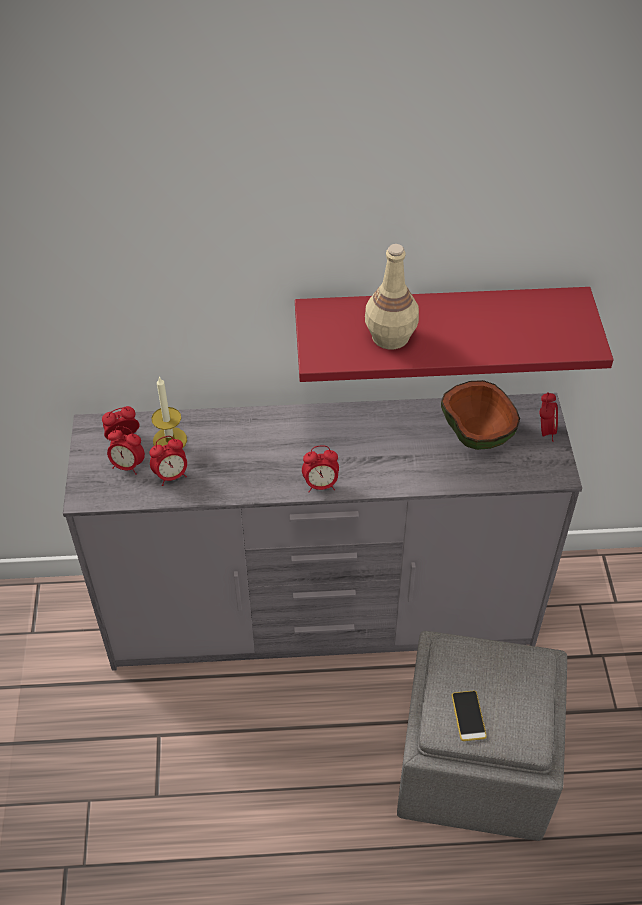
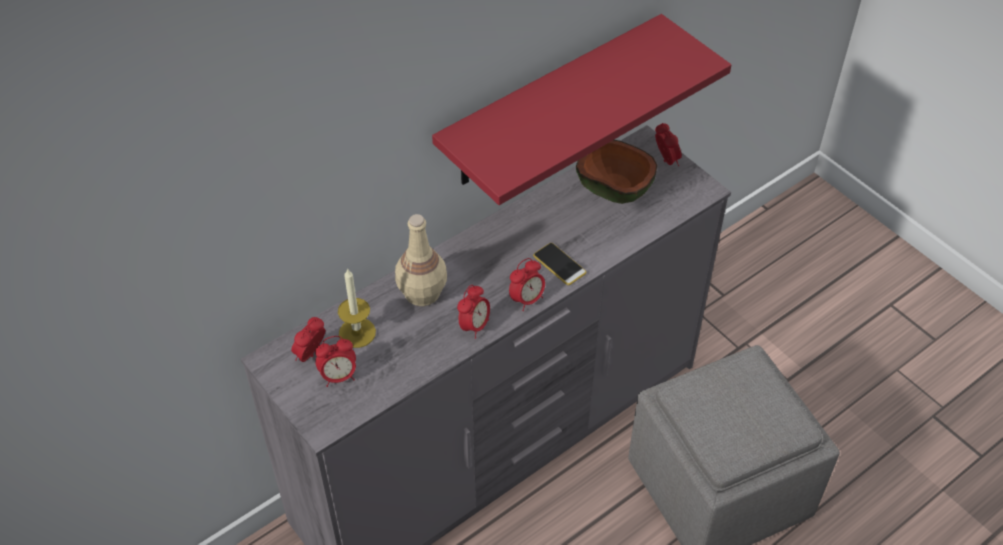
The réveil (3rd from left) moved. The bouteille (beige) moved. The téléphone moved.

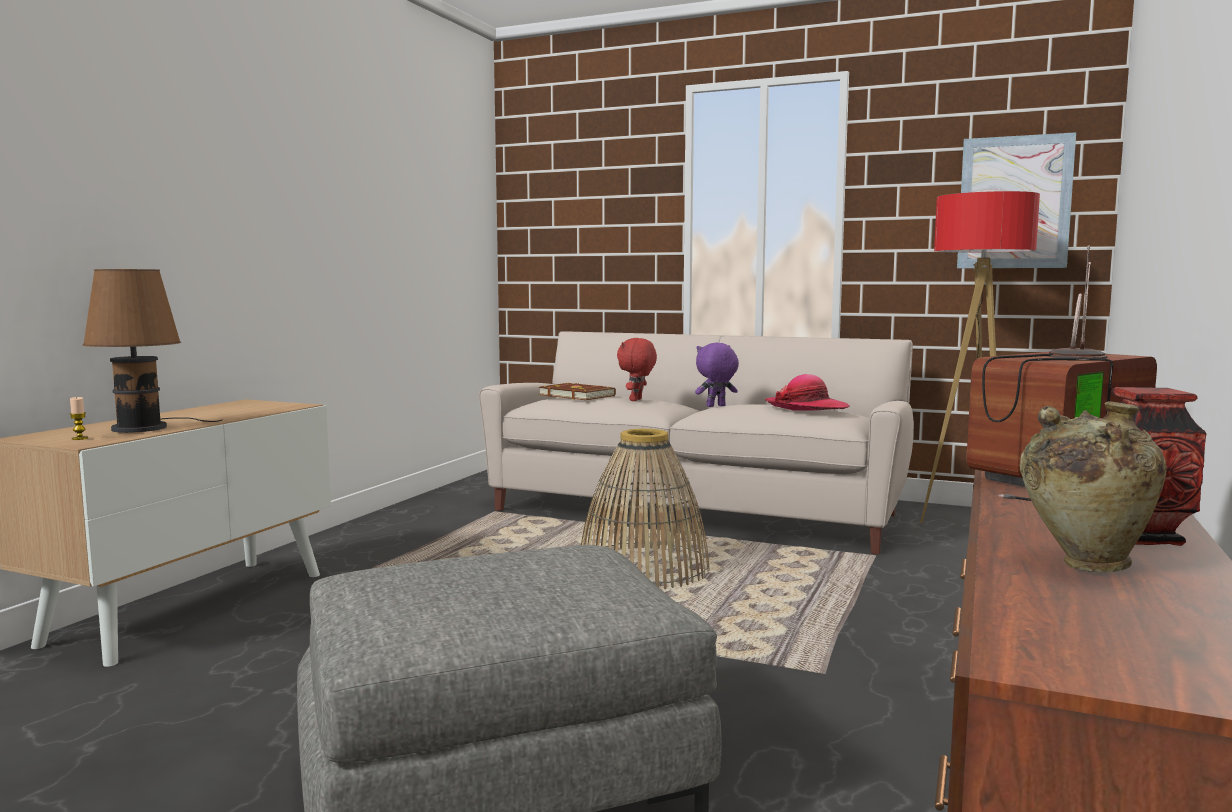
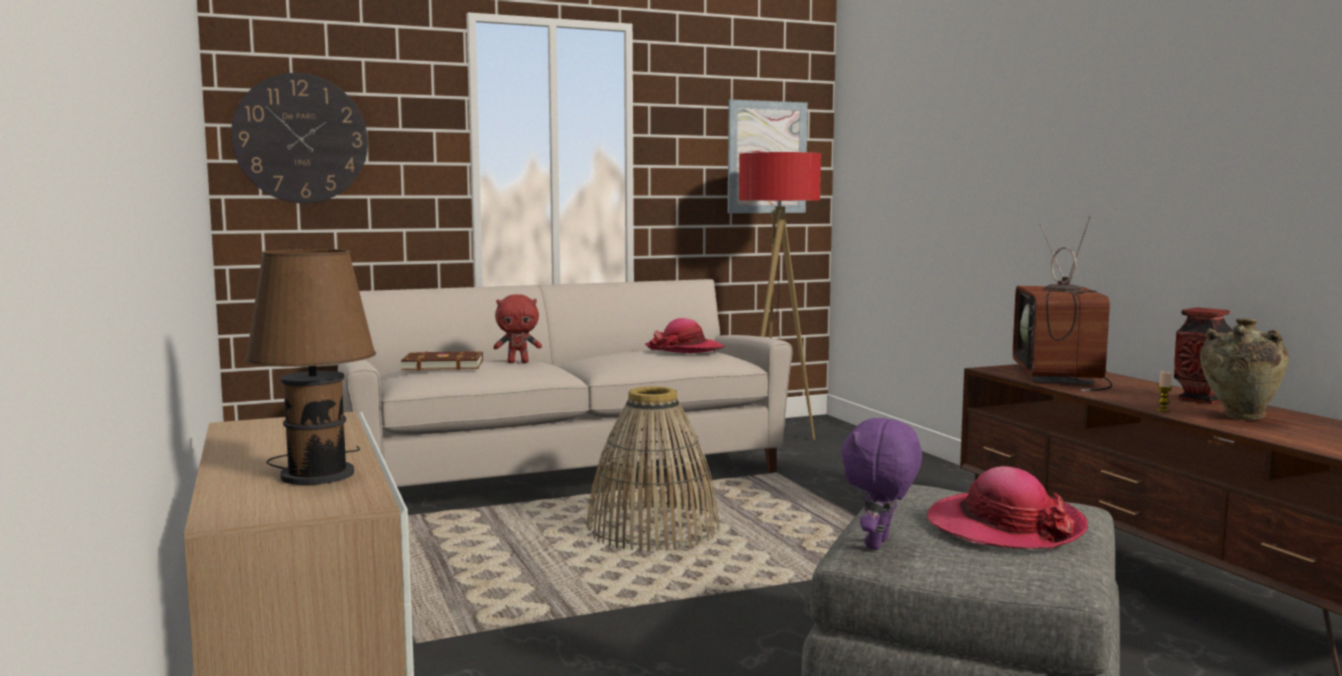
The bougie moved. The peluche (rouge) turned 75 degrees counterclockwise. The peluche (violet) moved. The horloge murale appeared. The chapeau (2nd from left) appeared.

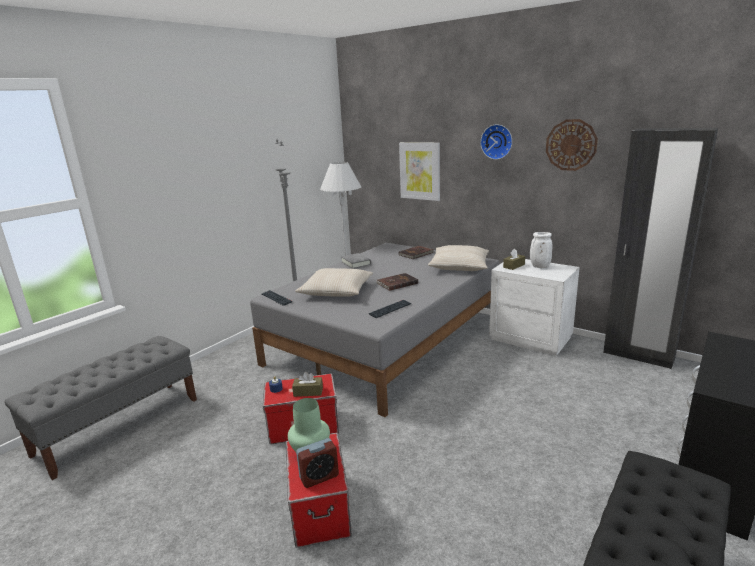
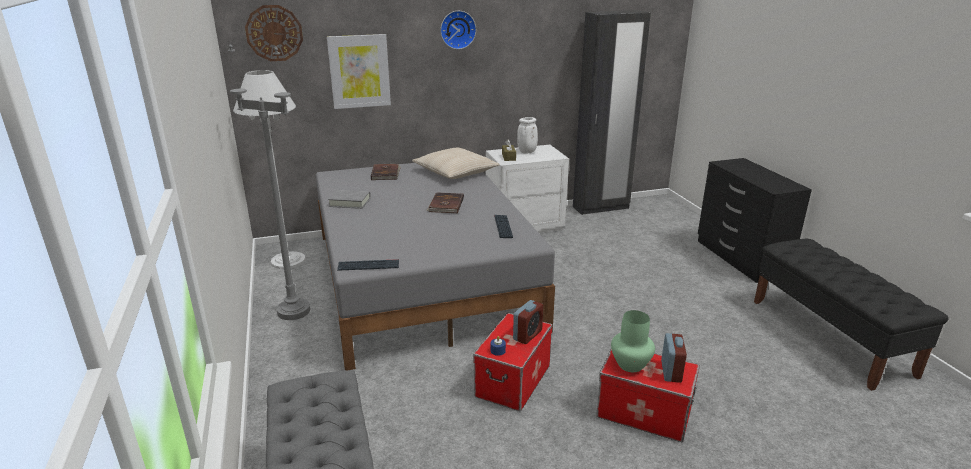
The boîte à mouchoirs (marron) (1st from left) was replaced by the réveil (1st from left). The coussin (beige) (1st from left) disappeared. The horloge murale (2nd from left in the first image) moved.

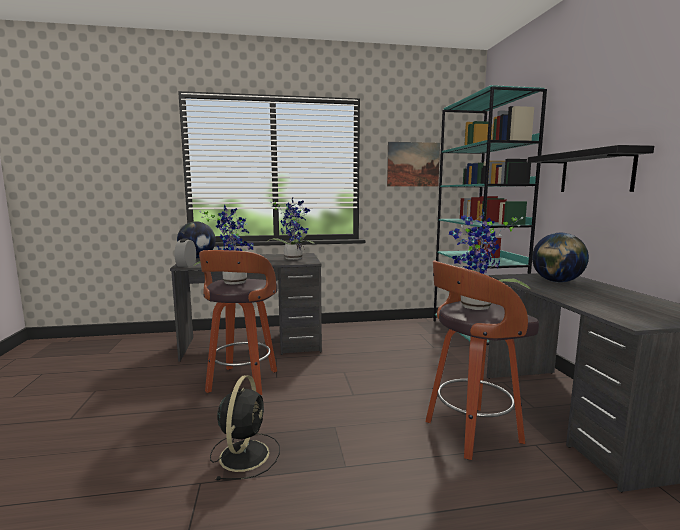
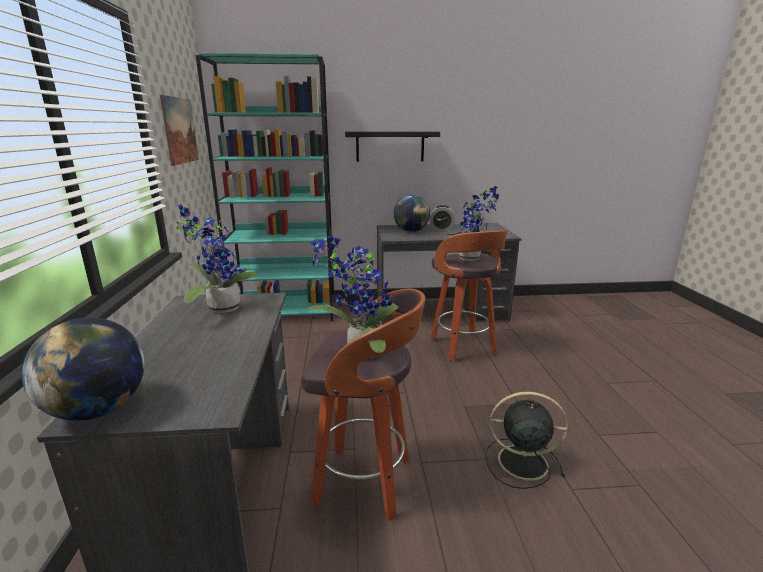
The réveil moved.

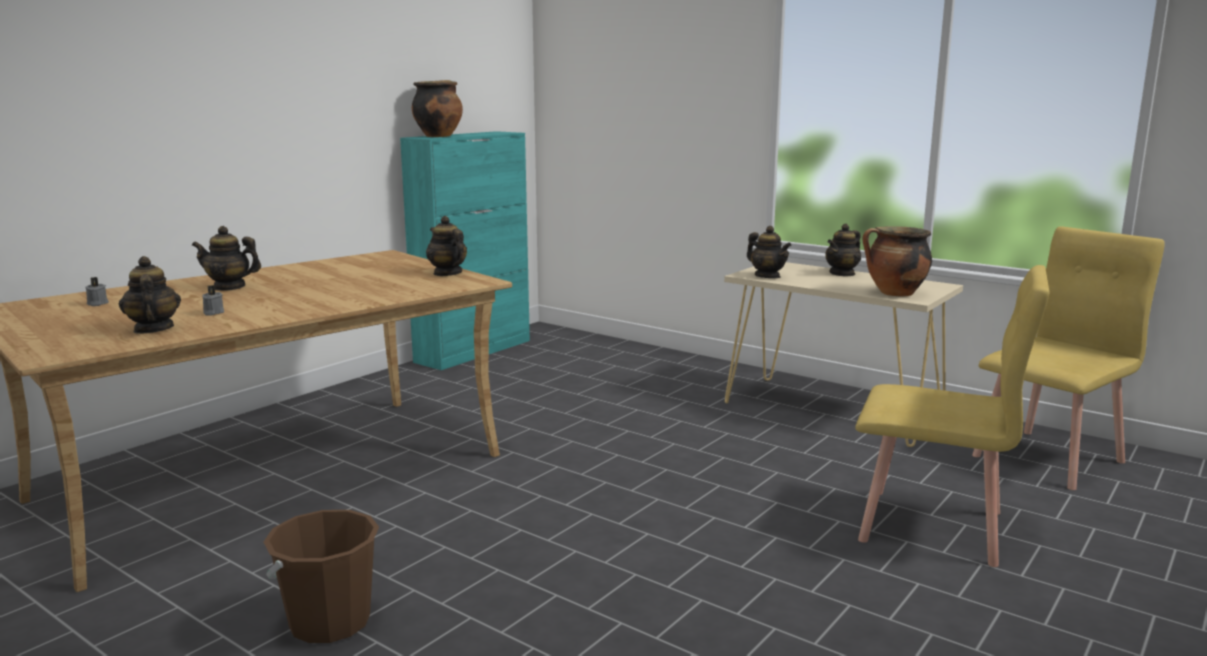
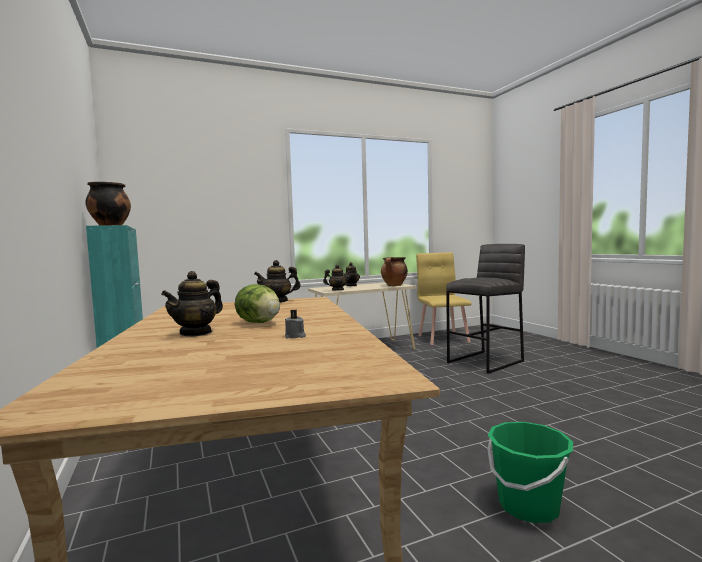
The bougie (gris) (1st from left) disappeared. The théière (1st from left) disappeared. The seau (marron) became the seau (vert). The chaise (jaune) (1st from left) was replaced by the tabouret (gris). The laitue appeared.

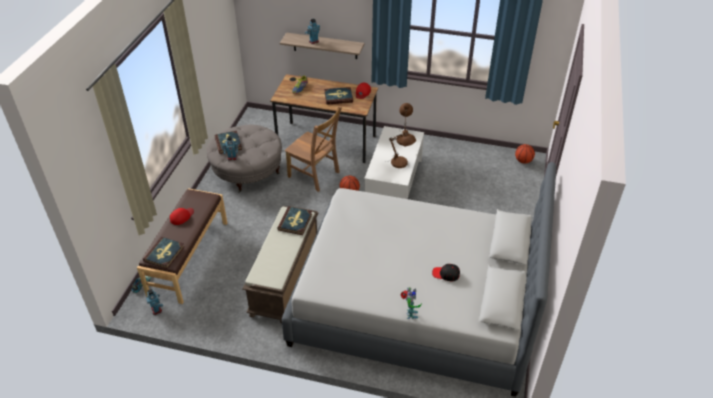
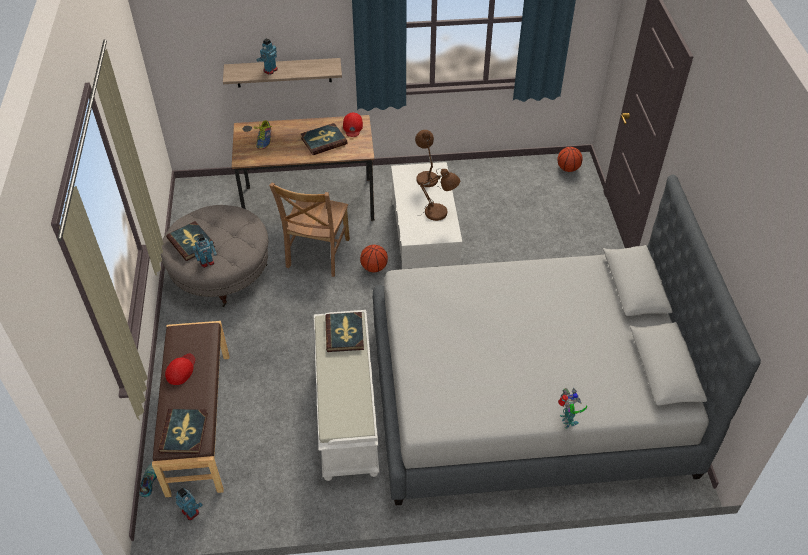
The banc (marron) (2nd from left) became the banc (blanc). The chaise (marron) turned 90 degrees clockwise. The casquette (noir) disappeared.

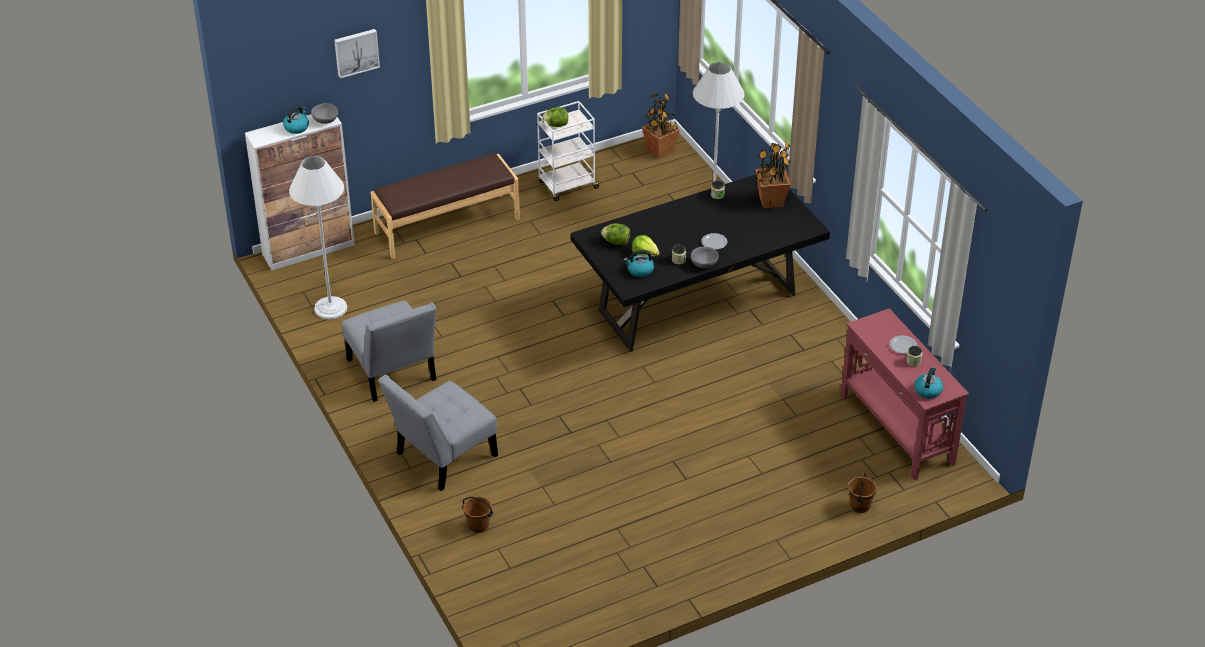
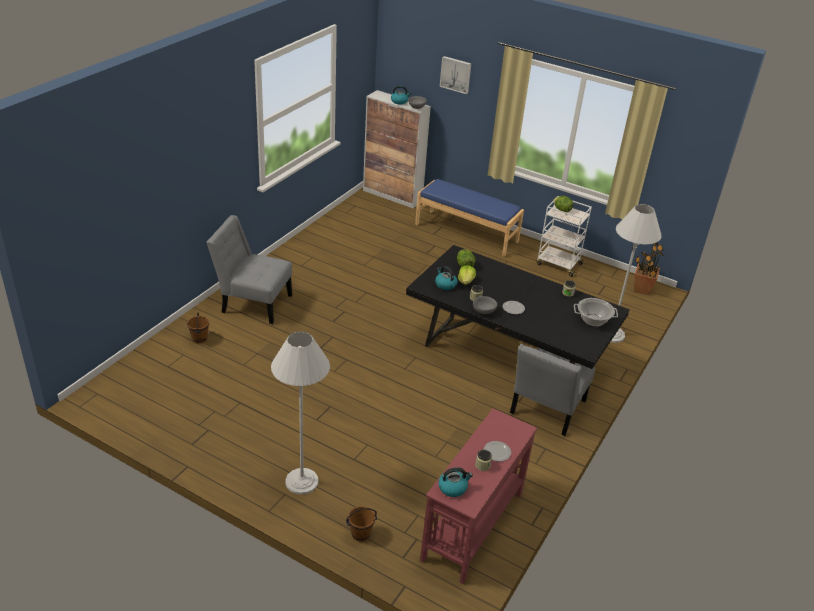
The lampadaire (blanc) (1st from left) moved. The chaise (gris) (1st from left in the first image) moved. The banc (marron) became the banc (bleu). The plante en pot (2nd from left) was replaced by the marmite.

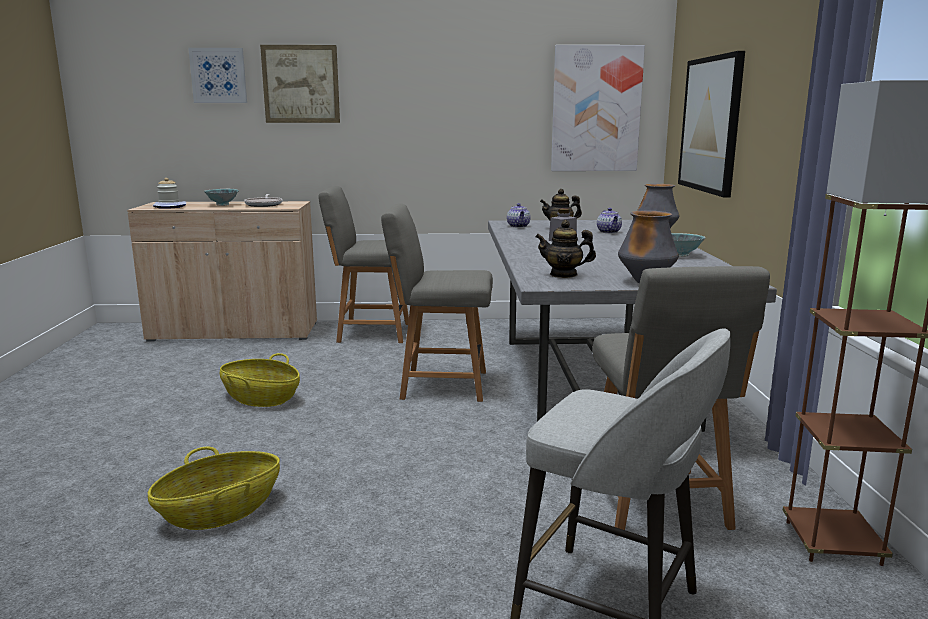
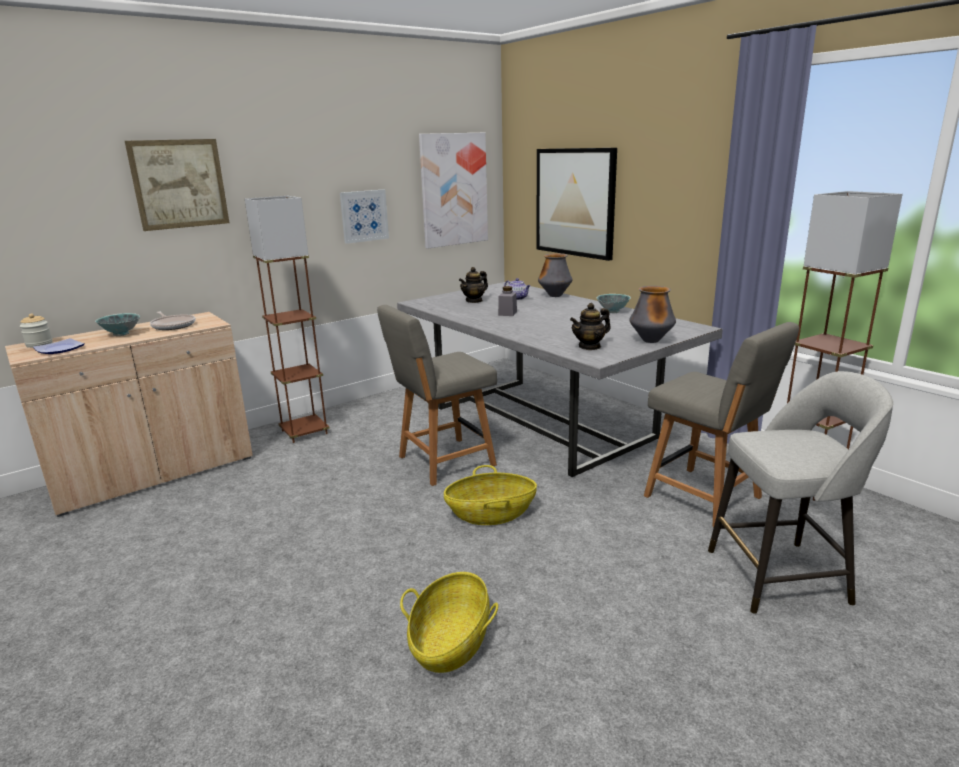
The tableau (1st from left in the first image) moved. The panier (2nd from left) moved. The chaise (gris) (1st from left) was replaced by the lampadaire (marron) (1st from left). The théière (1st from left) disappeared.

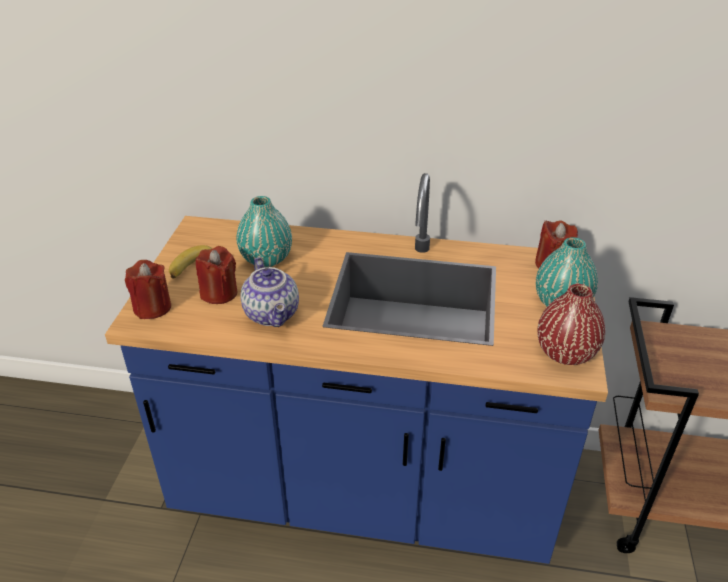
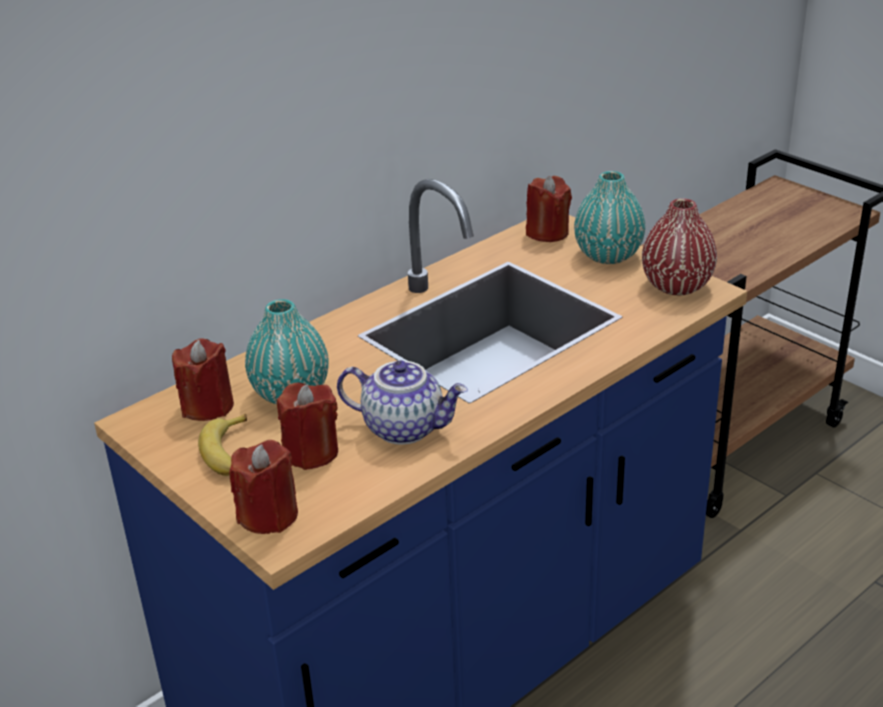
The bougie (rouge) (1st from left) appeared.

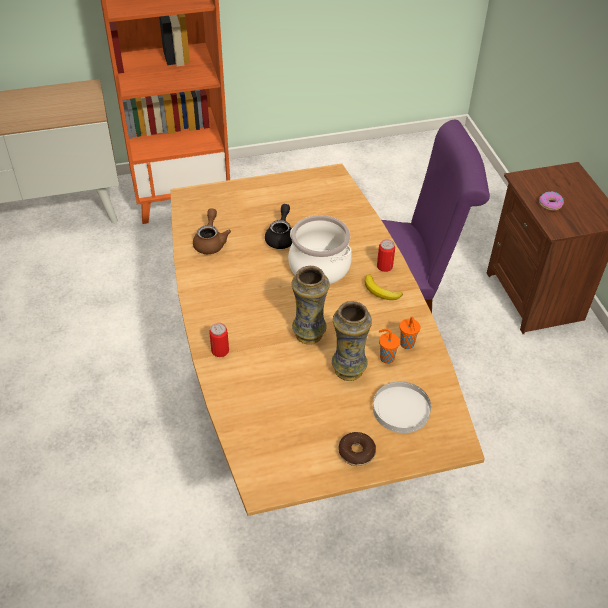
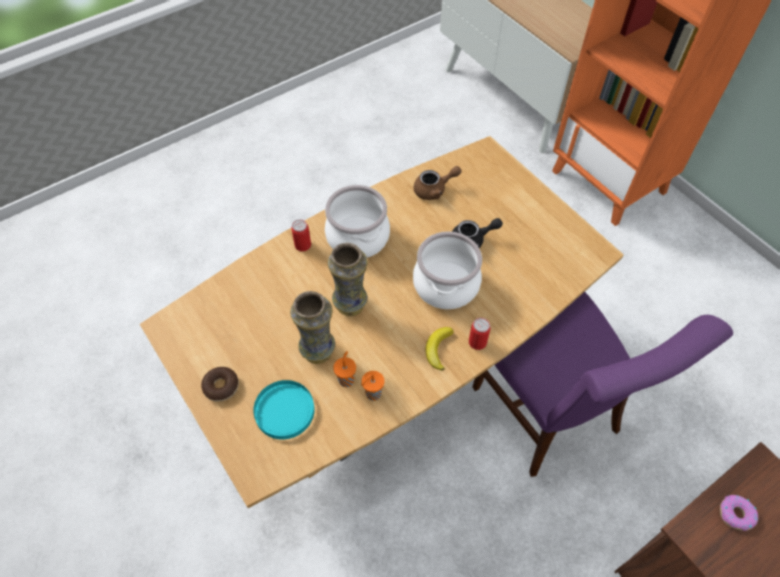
The assiette (blanc) became the assiette (turquoise). The marmite (1st from left) appeared.

